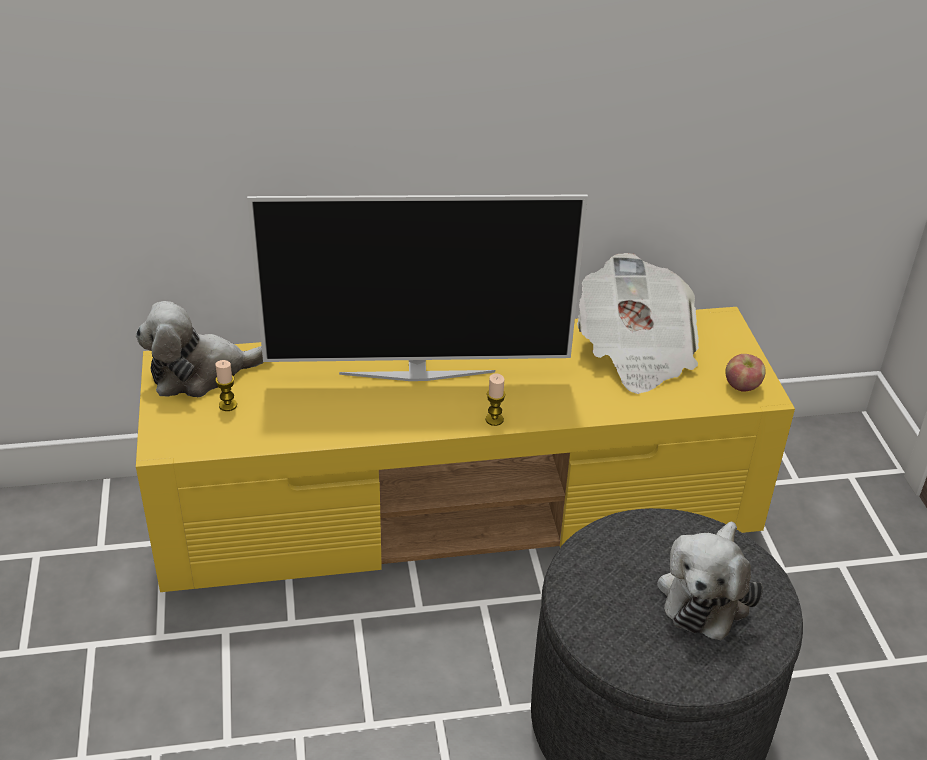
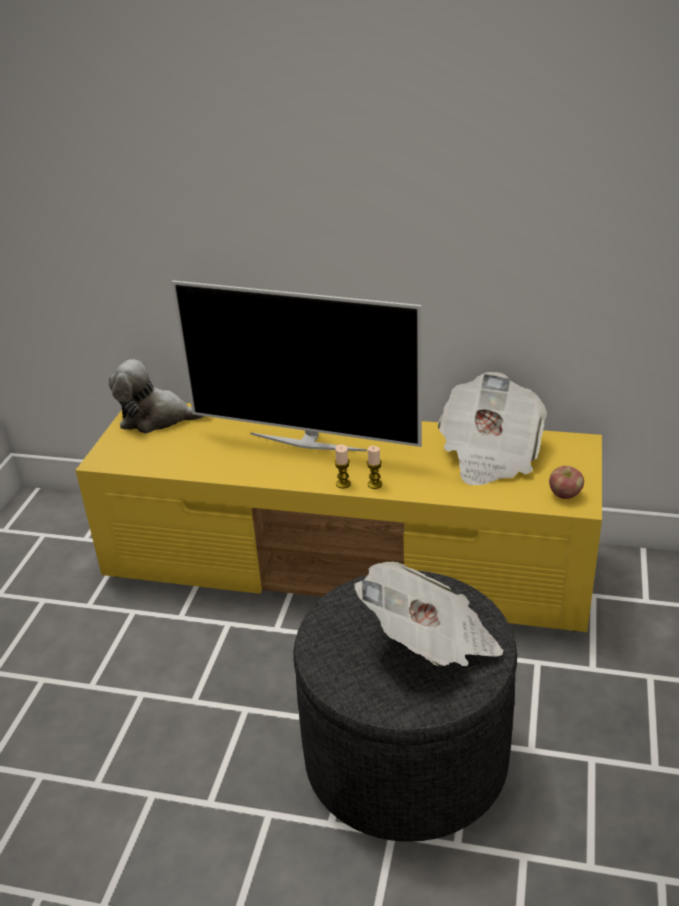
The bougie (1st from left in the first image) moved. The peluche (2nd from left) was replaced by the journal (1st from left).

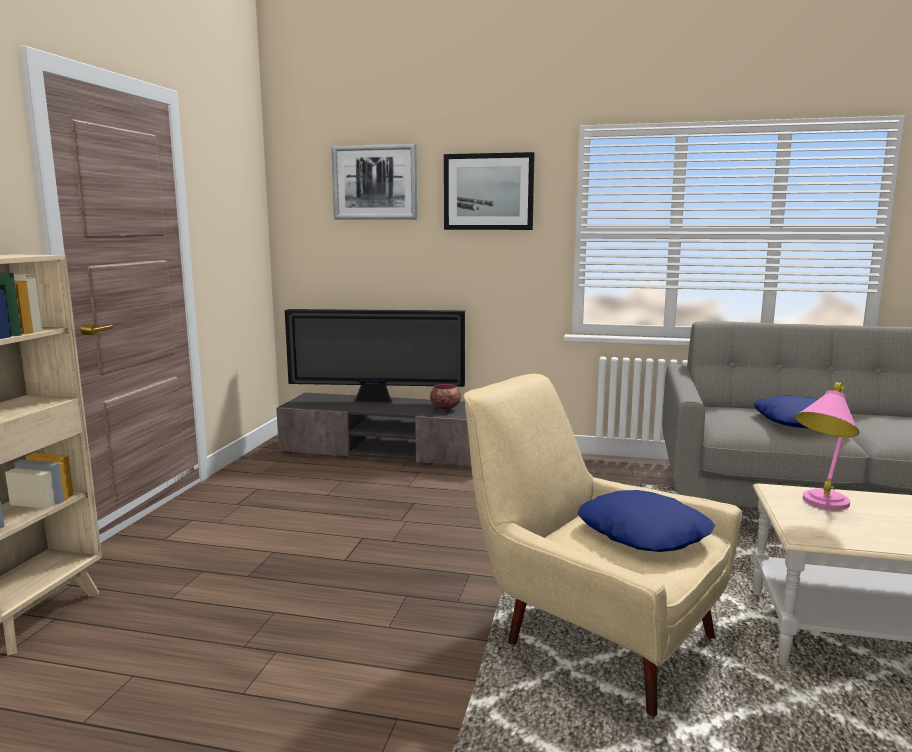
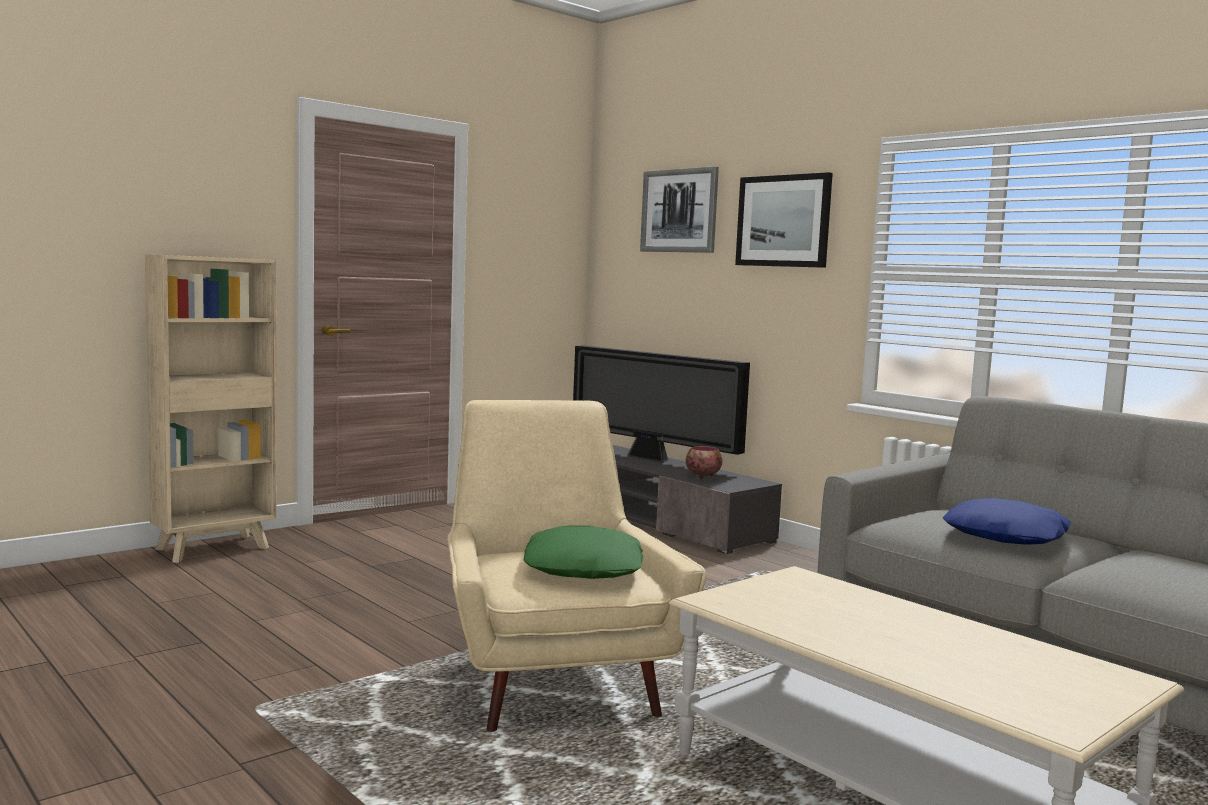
The coussin (bleu) (1st from left) became the coussin (vert). The lampe de table (rose) disappeared.

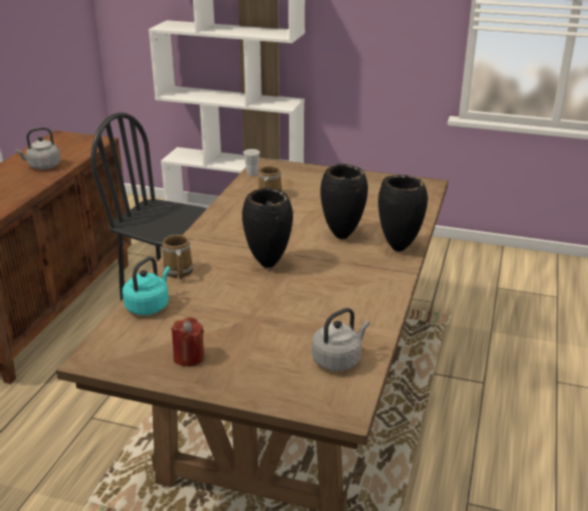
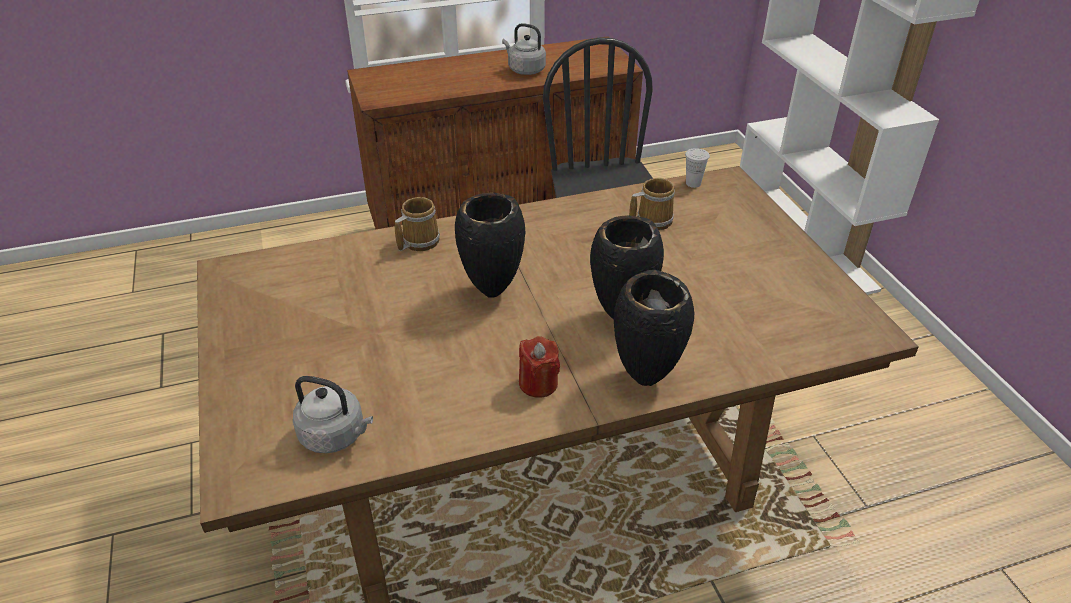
The bouilloire (turquoise) disappeared. The bougie (rouge) moved.

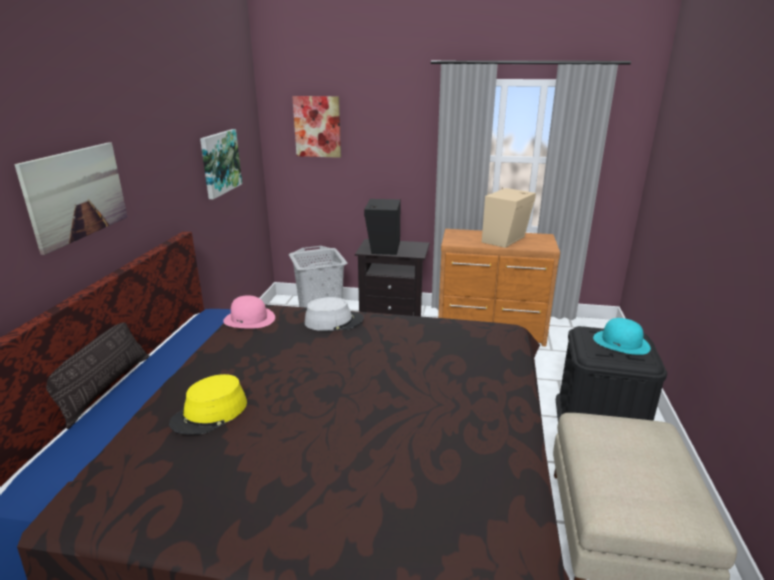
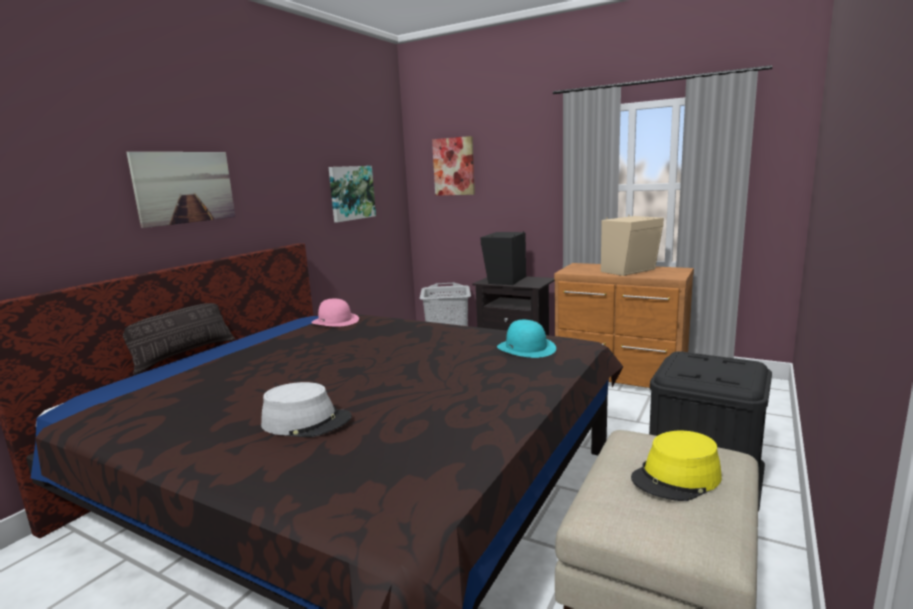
The chapeau (jaune) moved. The chapeau (gris) moved. The chapeau (turquoise) moved.

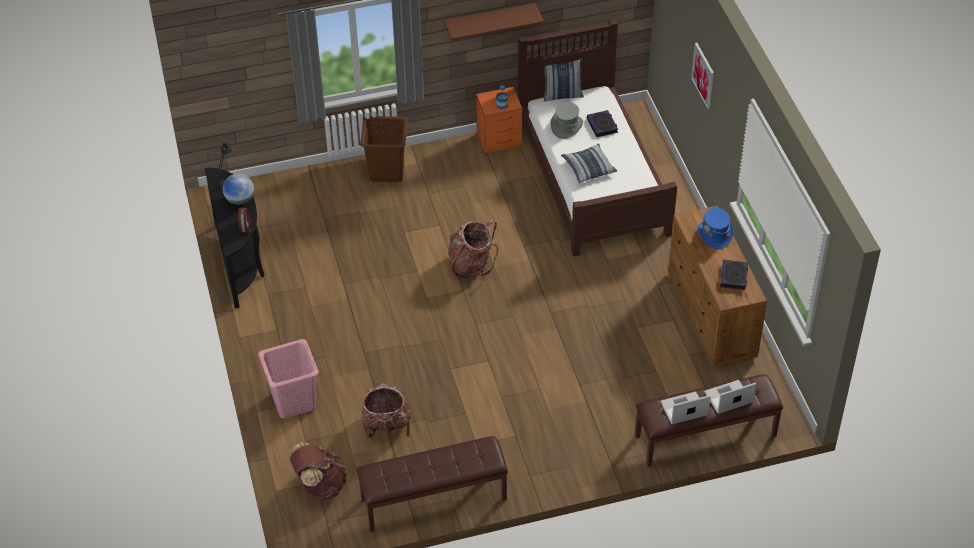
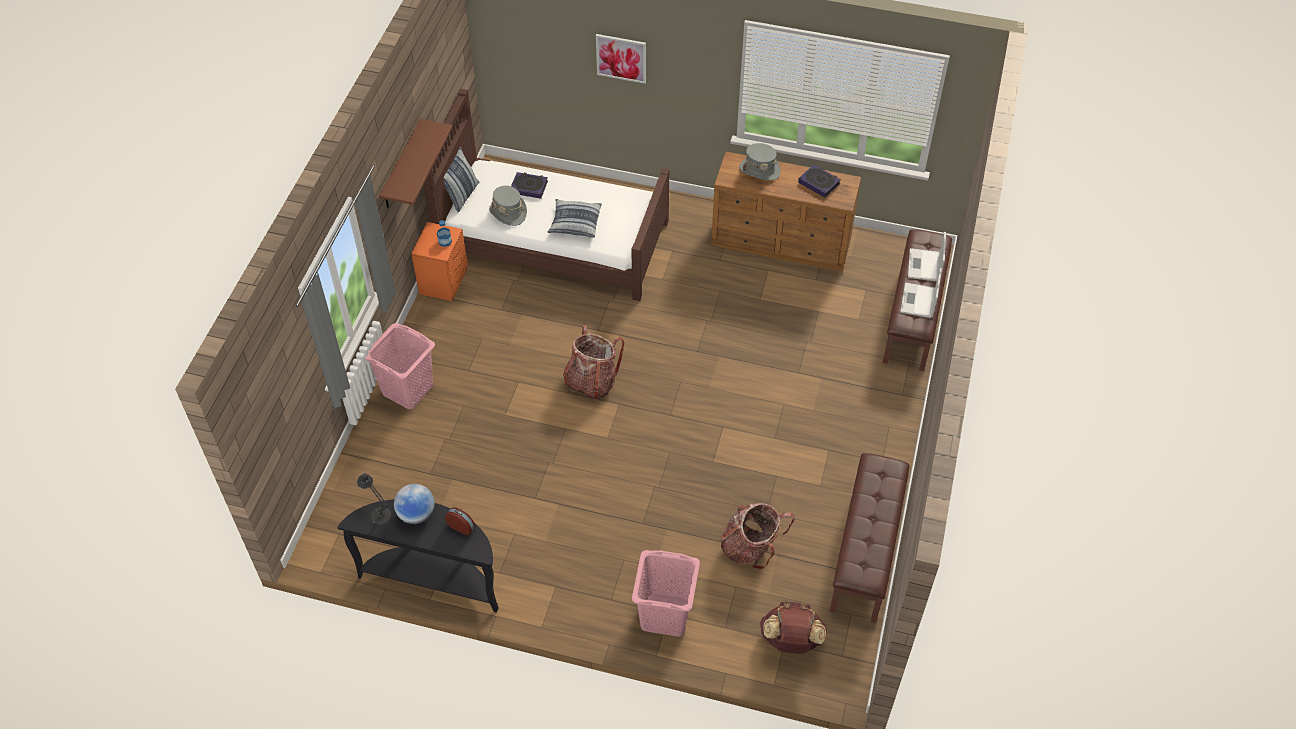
The panier à linge (marron) became the panier à linge (rose) (1st from left). The chapeau (bleu) became the chapeau (gris) (2nd from left).

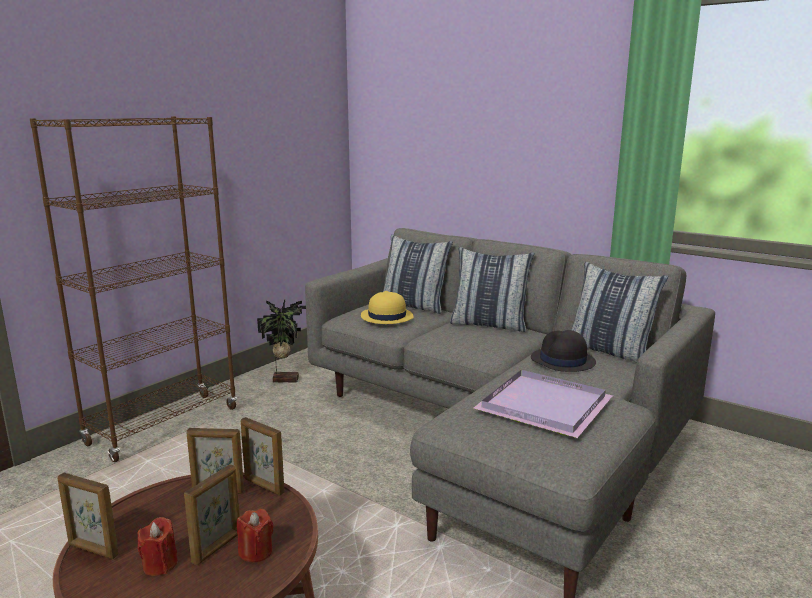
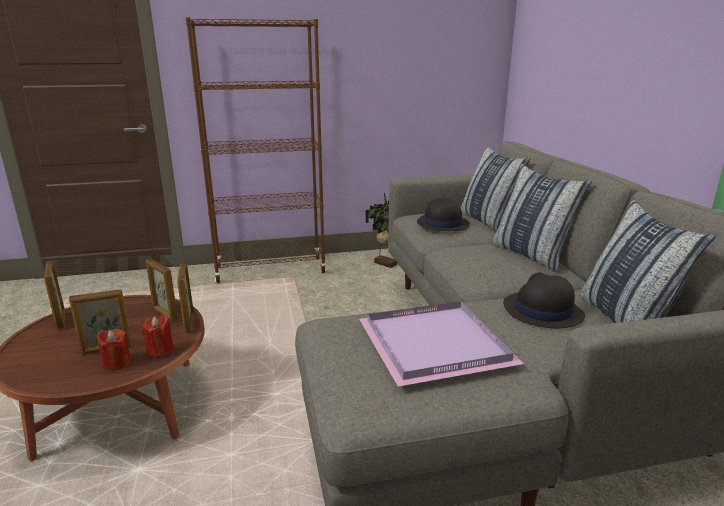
The bougie (rouge) (1st from left in the first image) moved. The chapeau (jaune) became the chapeau (noir) (1st from left).

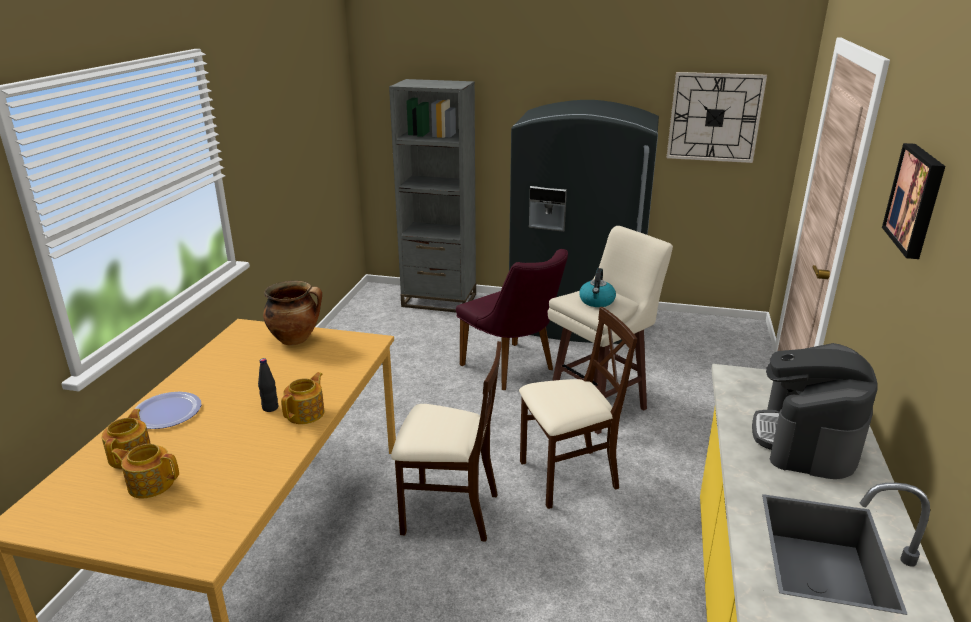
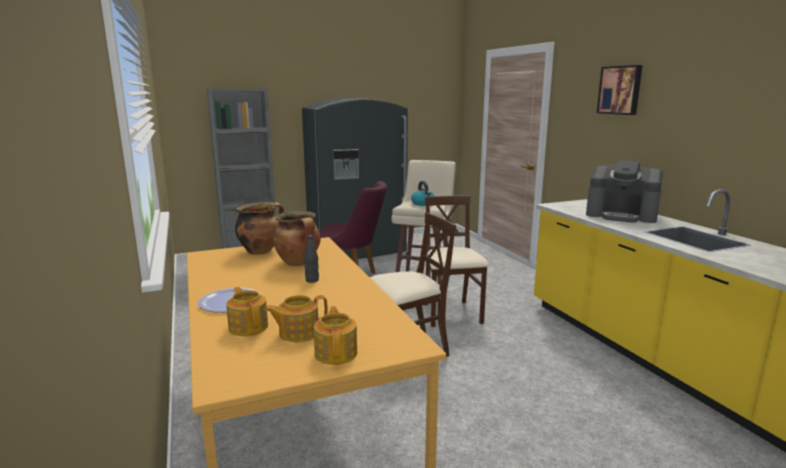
The théière (3rd from left) moved. The chaise (beige) (2nd from left) turned 45 degrees counterclockwise. The horloge murale disappeared. The machine à café turned 45 degrees counterclockwise. The marmite (2nd from left) appeared.

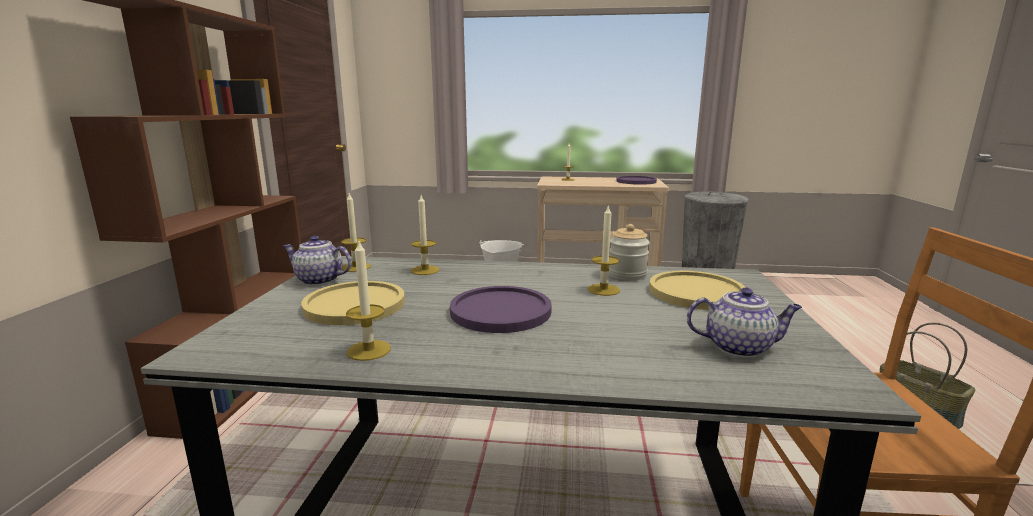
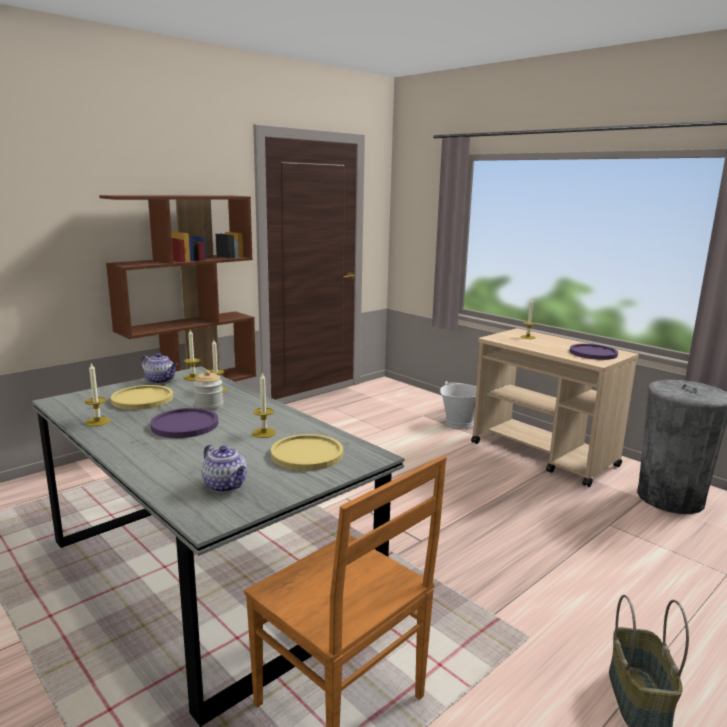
The théière (1st from left) turned 150 degrees clockwise. The bocal moved.

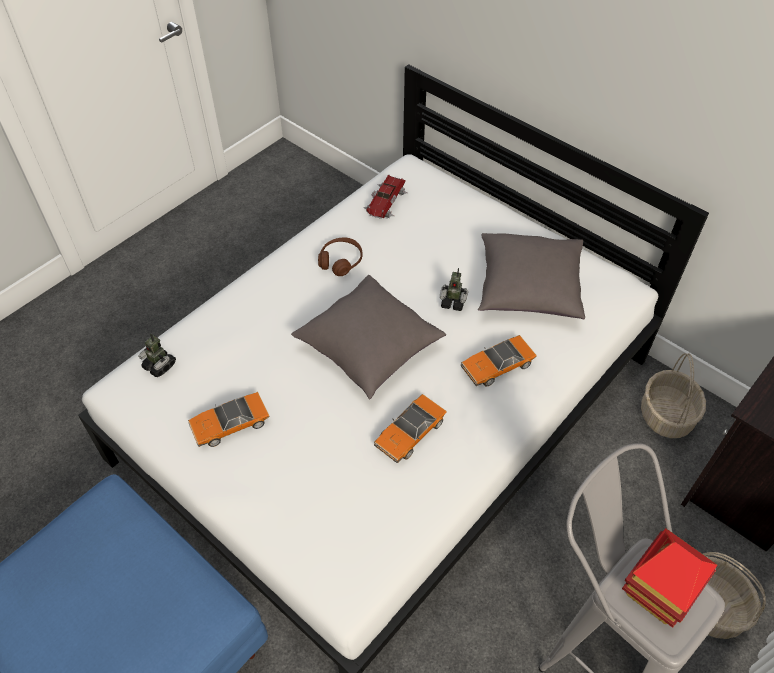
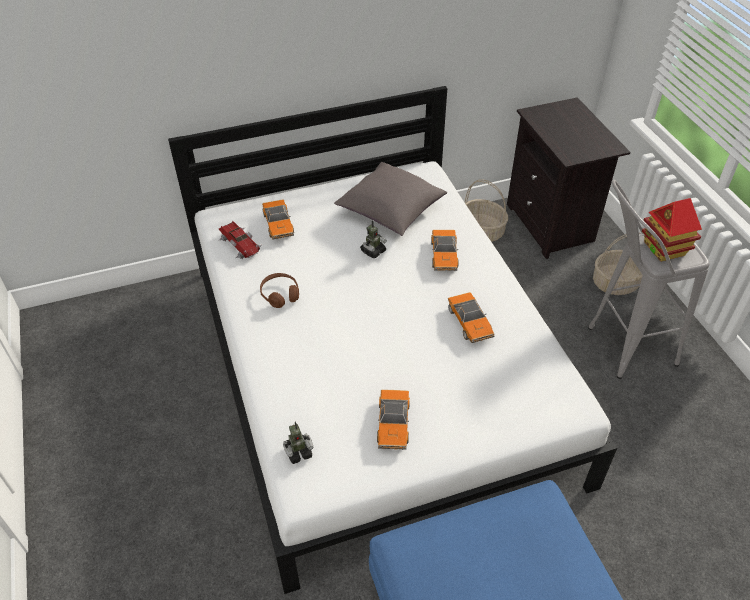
The coussin (gris) (1st from left) disappeared. The petite voiture (2nd from left) appeared.

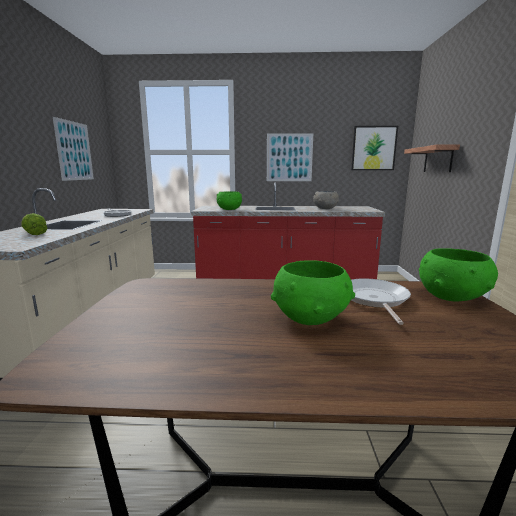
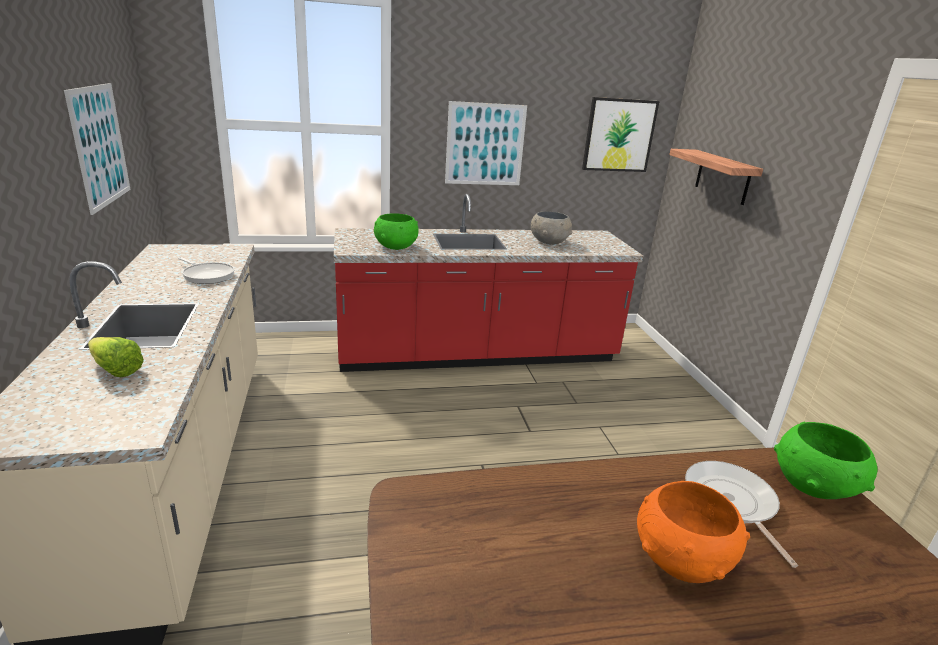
The bol (vert) (2nd from left) became the bol (orange).

